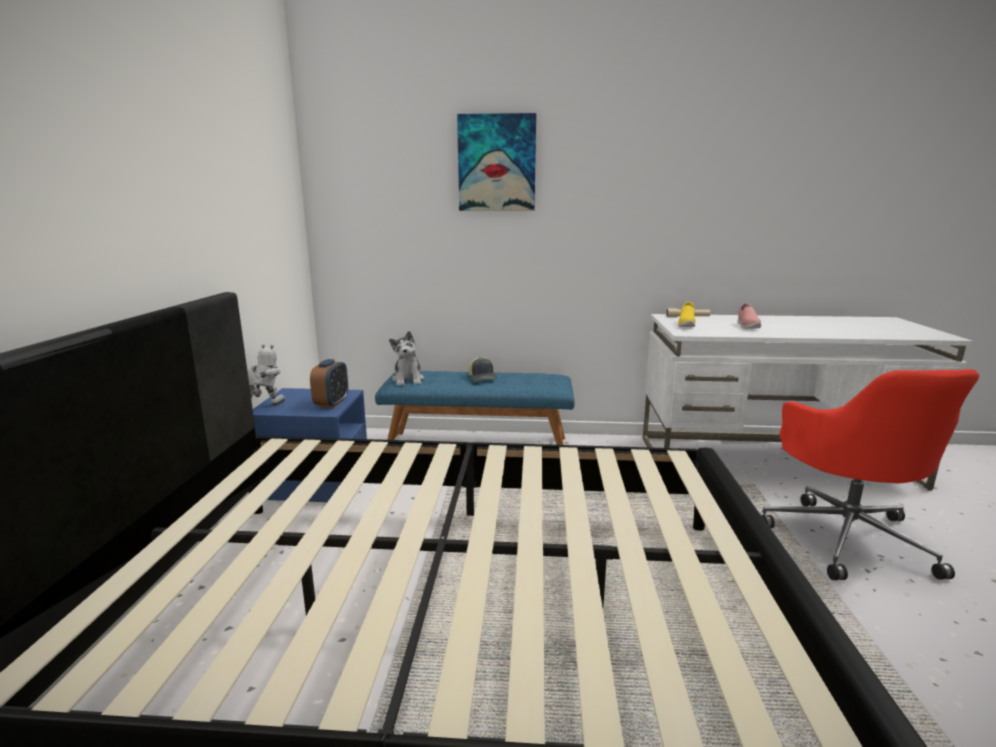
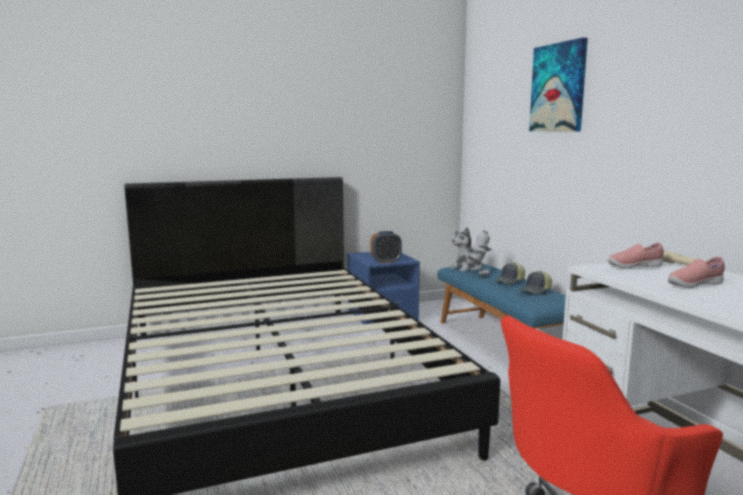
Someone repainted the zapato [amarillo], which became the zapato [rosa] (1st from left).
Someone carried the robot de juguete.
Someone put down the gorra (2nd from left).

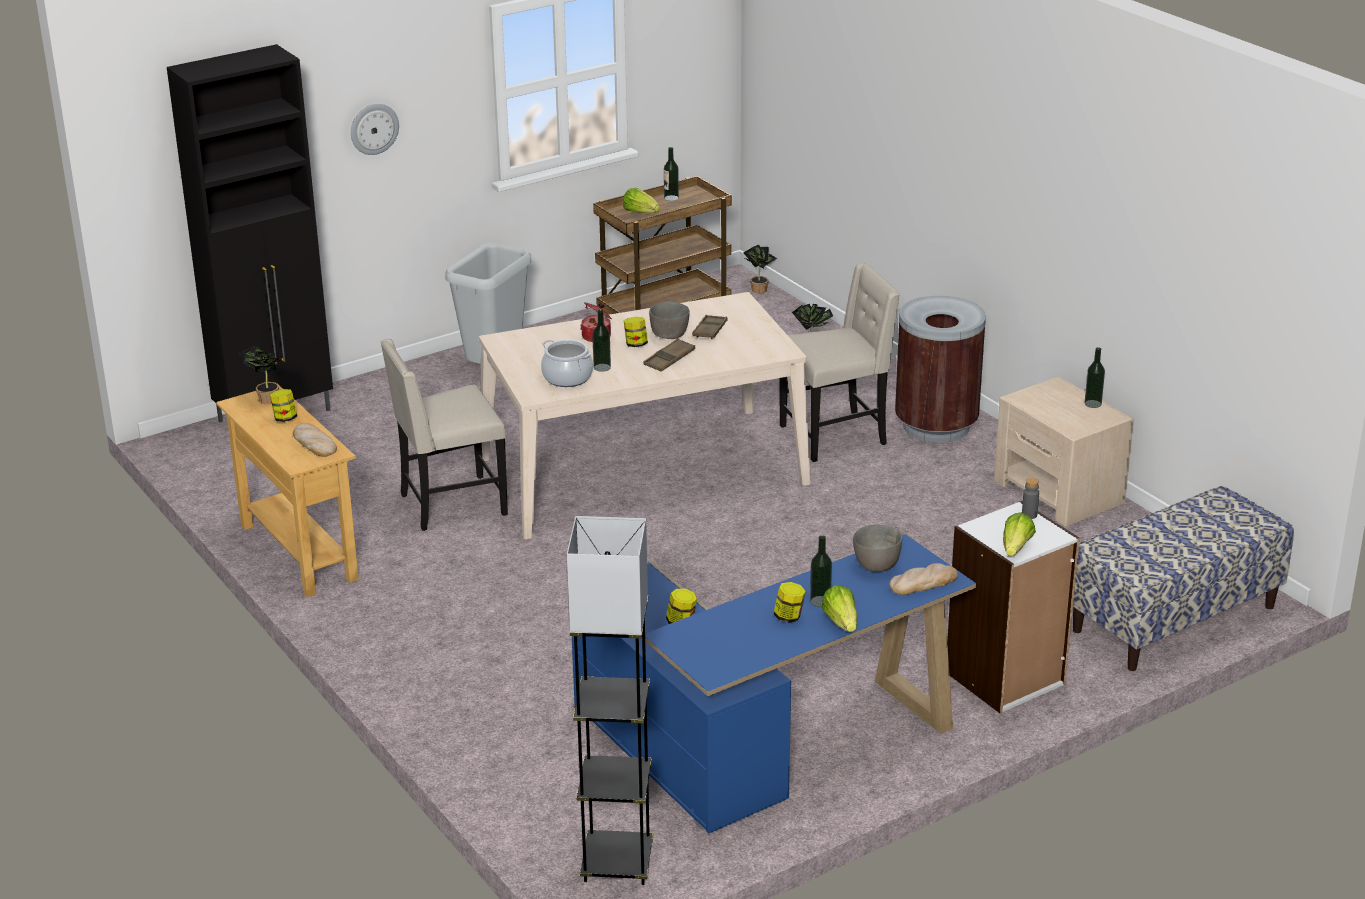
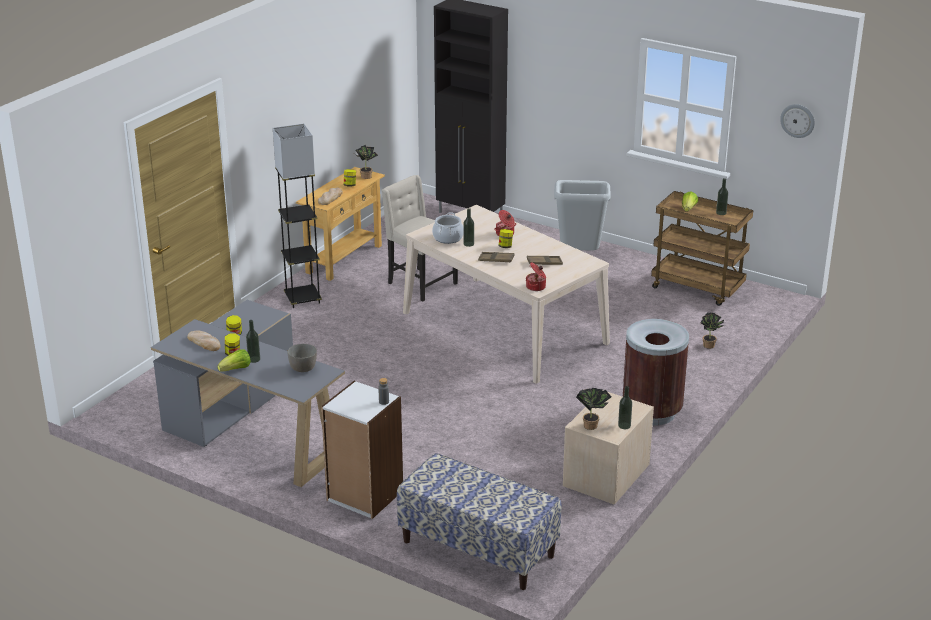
Someone carried the reloj de pared.
Someone carried the planta en maceta (2nd from left).
Someone took away the silla [beis] (2nd from left).
Someone took away the cuenco [gris] (1st from left).
Someone took away the lechuga (3rd from left).
Someone carried the lámpara de pie [gris].
Someone repainted the escritorio [azul], which became the escritorio [gris].
Someone carried the pan (2nd from left in the first image).
Someone put down the olla (3rd from left).

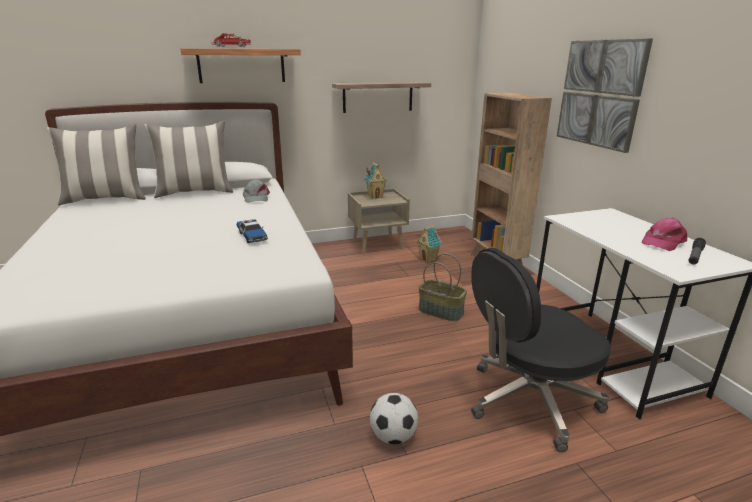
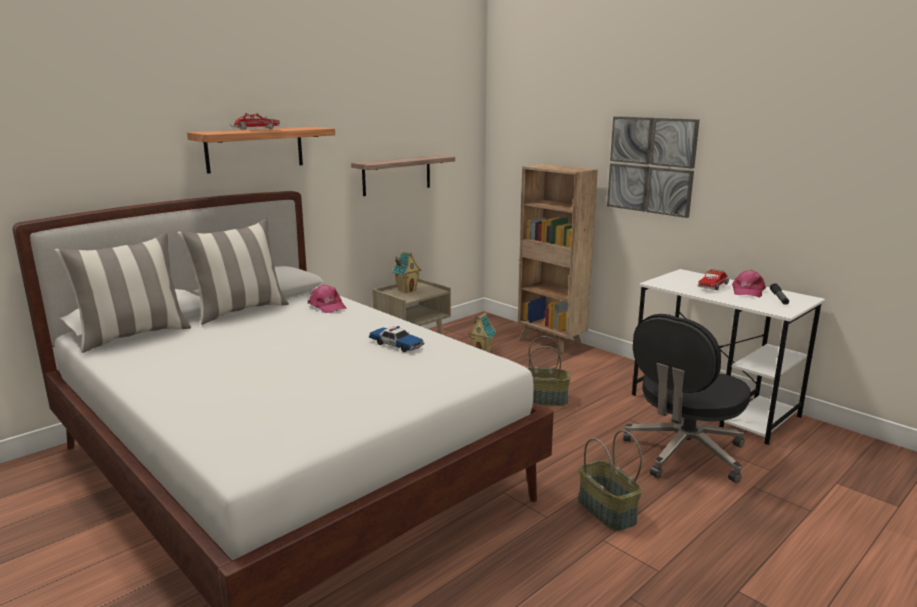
Someone repainted the gorra [gris], which became the gorra [rosa] (1st from left).
Someone swapped the balón de fútbol for the cesta (2nd from left).
Someone put down the camión de juguete (2nd from left).

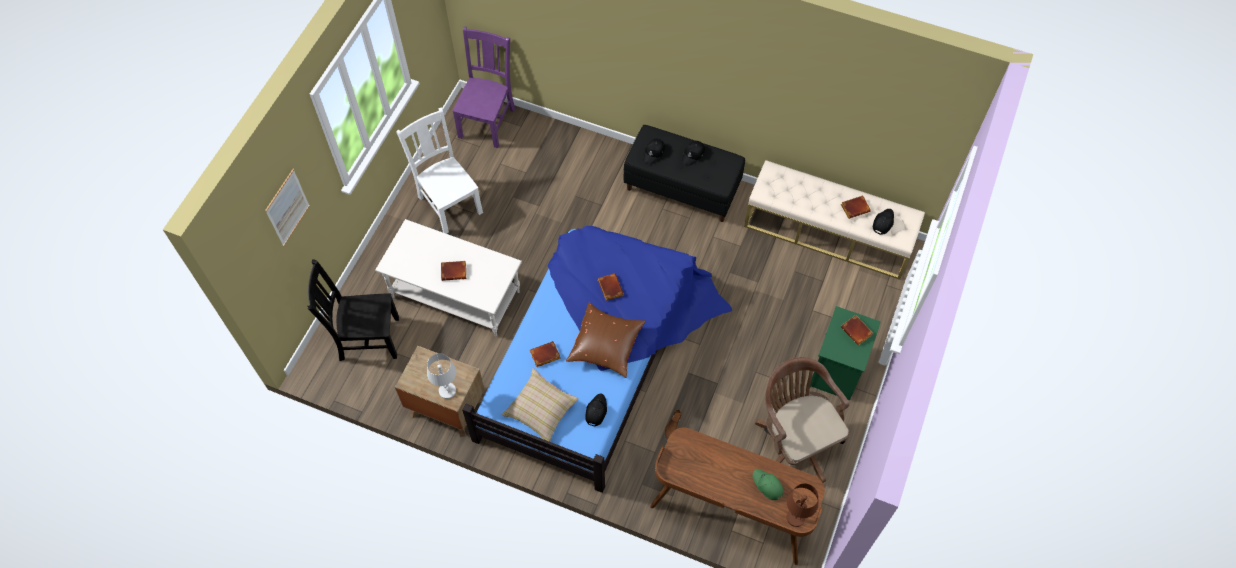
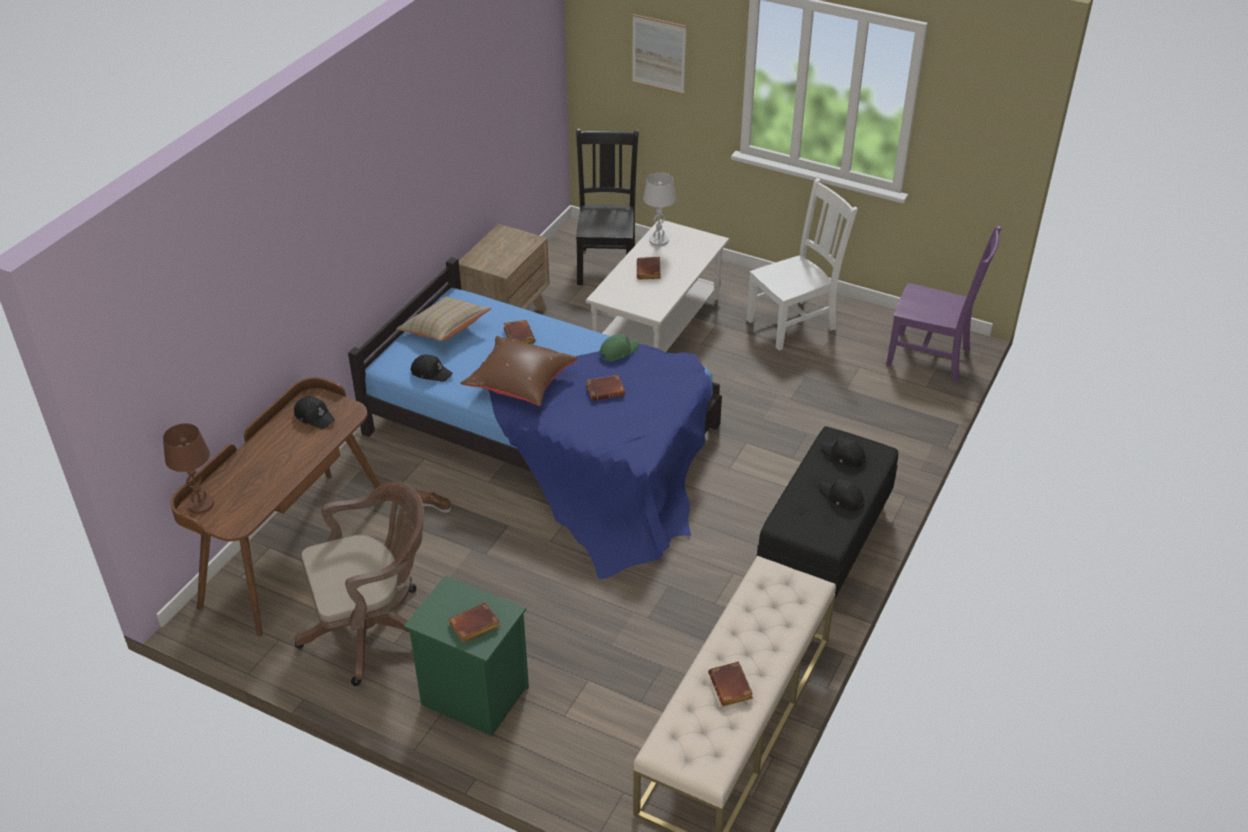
Someone carried the gorra [negro] (4th from left in the first image).
Someone carried the lámpara de mesa [blanco].
Someone carried the gorra [verde].

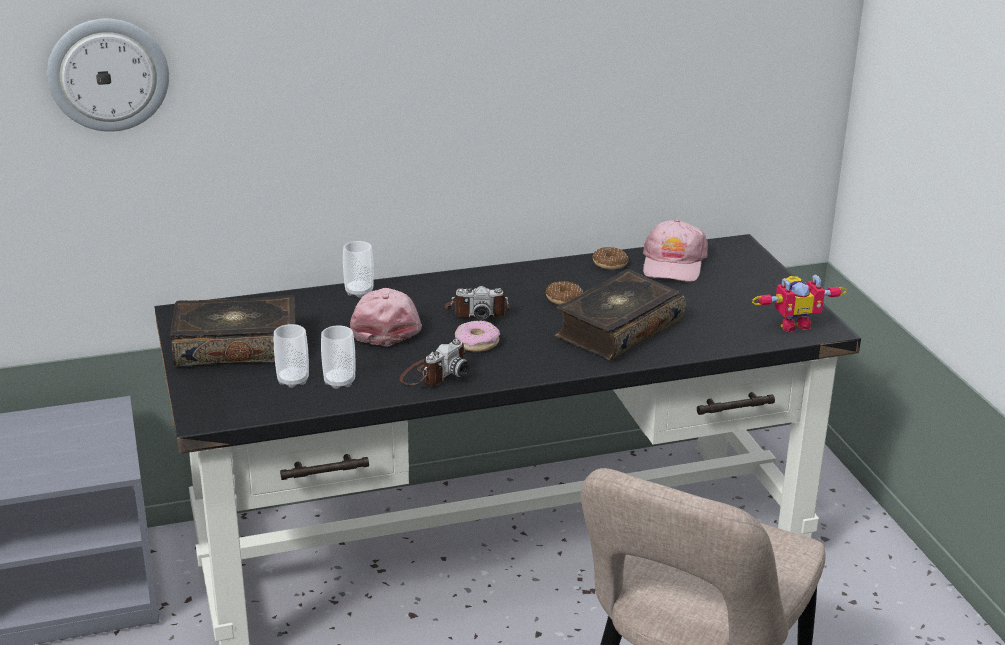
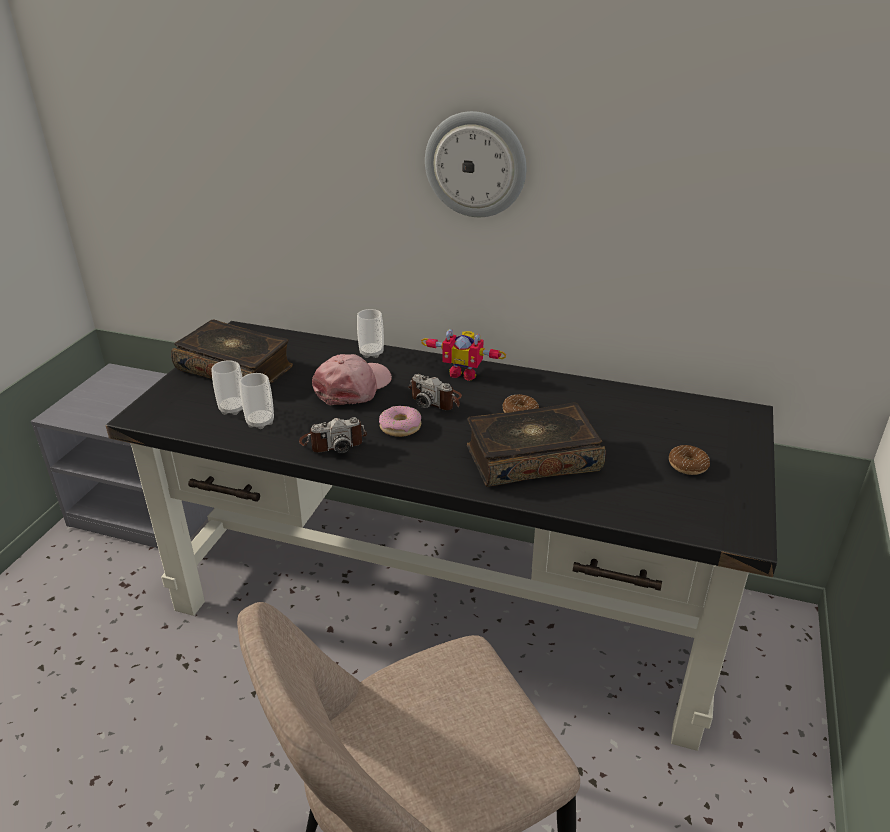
Someone carried the reloj de pared.
Someone took away the gorra [rosa] (2nd from left).
Someone carried the rosquilla (3rd from left).
Someone carried the robot de juguete.

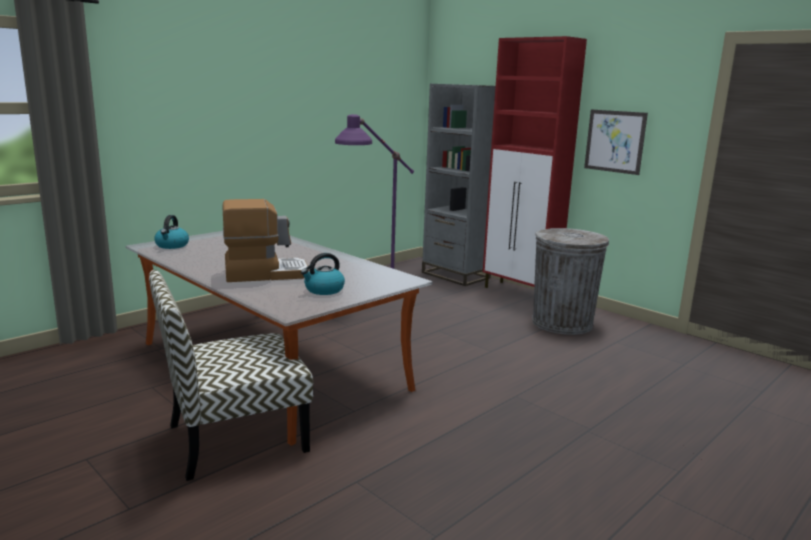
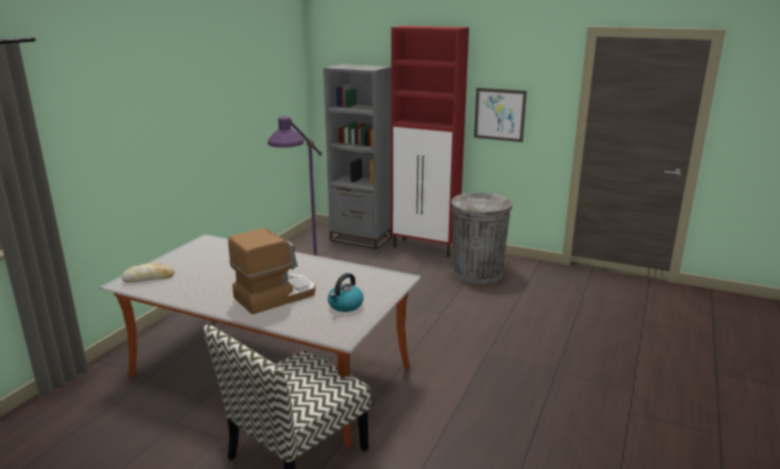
Someone swapped the hervidor (1st from left) for the pan.

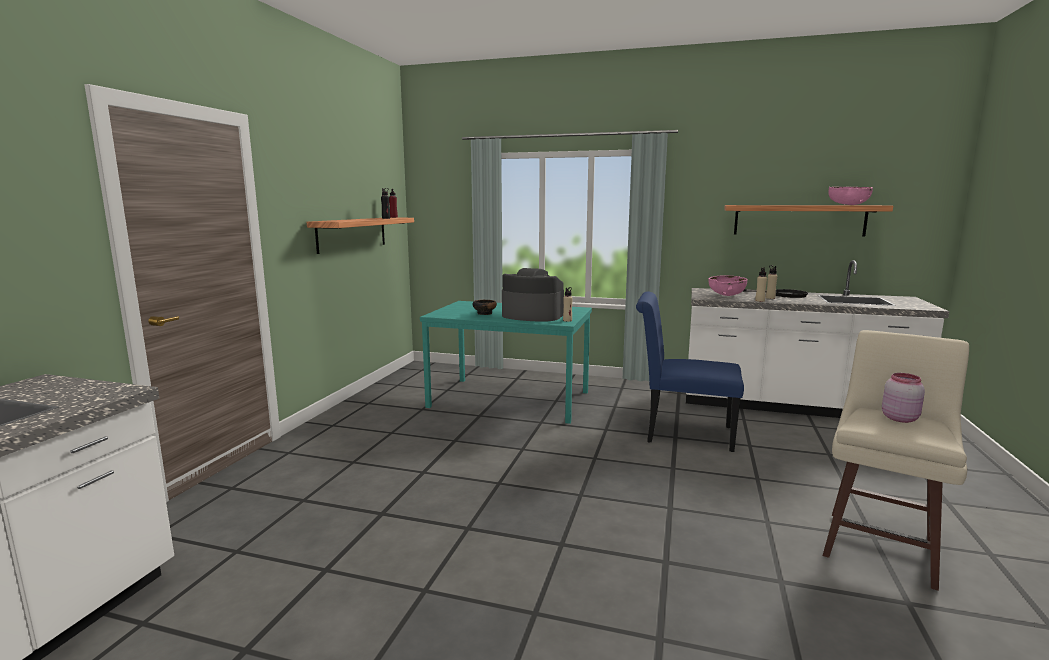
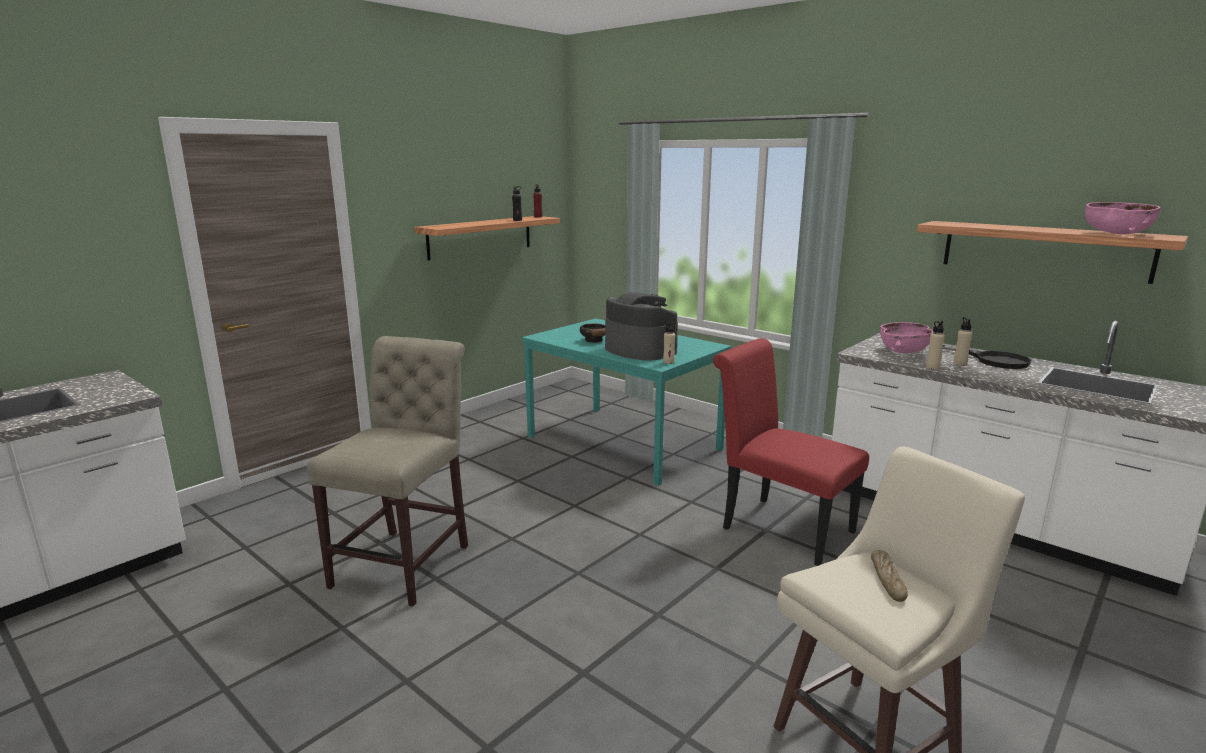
Someone repainted the silla [azul], which became the silla [rojo].
Someone swapped the tarro [rosa] for the pan.
Someone put down the silla [beis].

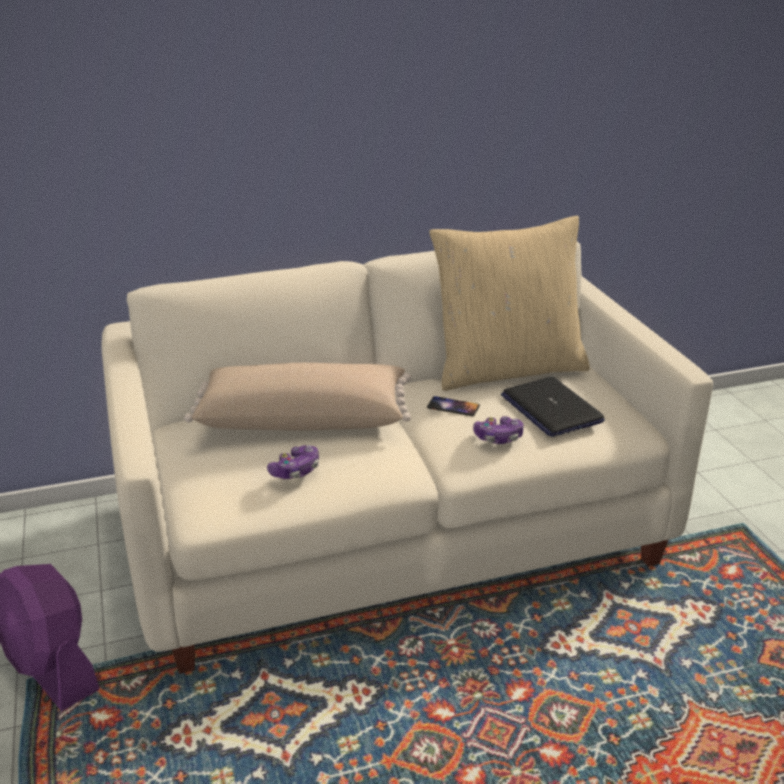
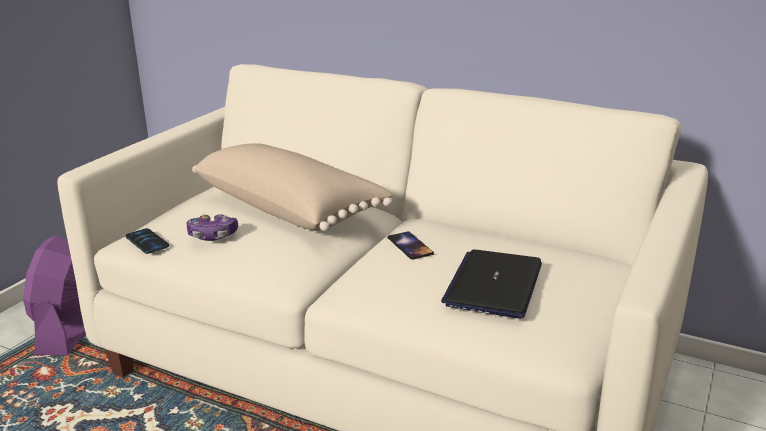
Someone took away the cojín [beis] (2nd from left).
Someone took away the mando de consola (2nd from left).
Someone put down the móvil (1st from left).

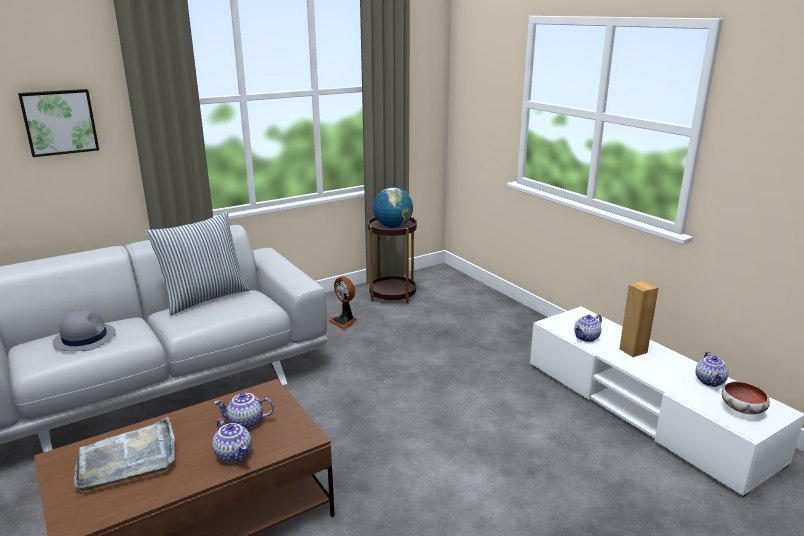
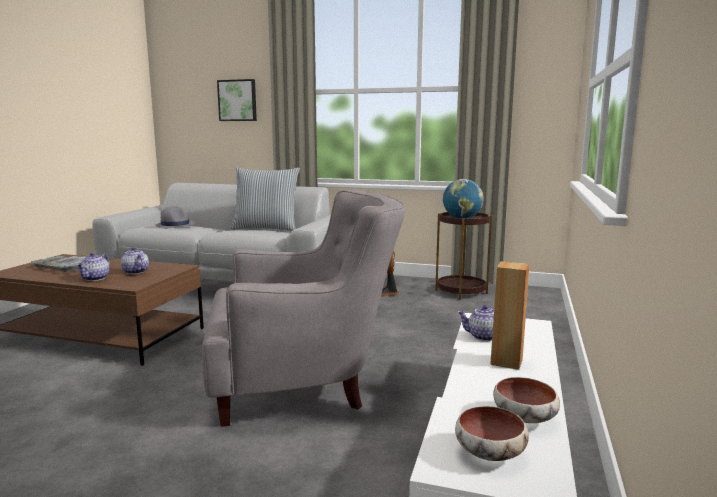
Someone swapped the tetera (4th from left) for the cuenco (2nd from left).
Someone put down the sillón [gris].

